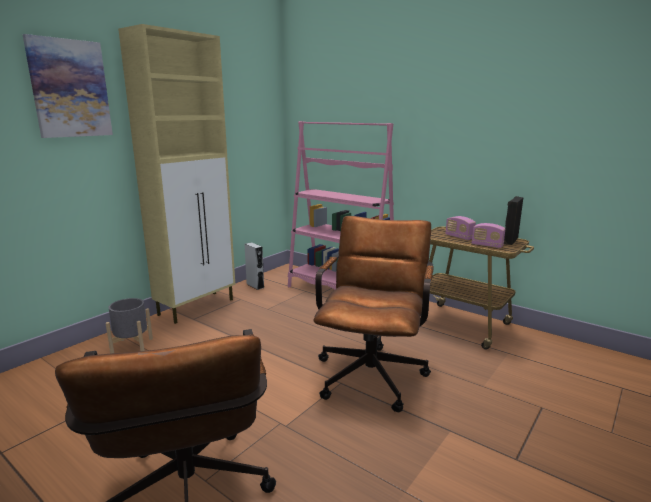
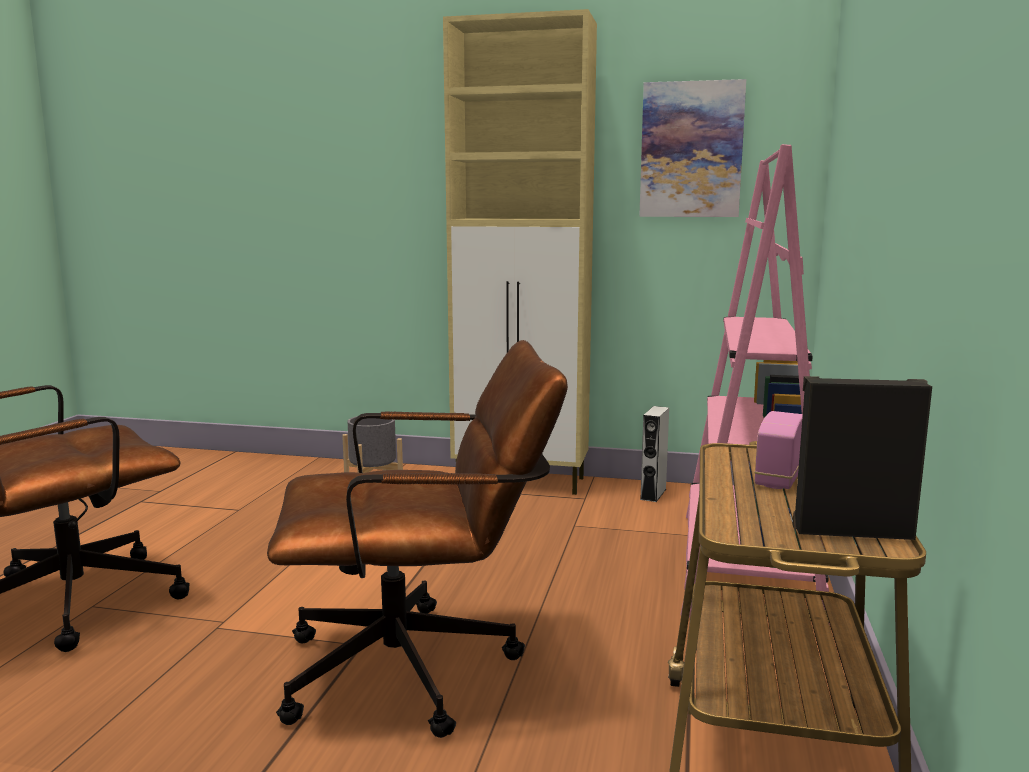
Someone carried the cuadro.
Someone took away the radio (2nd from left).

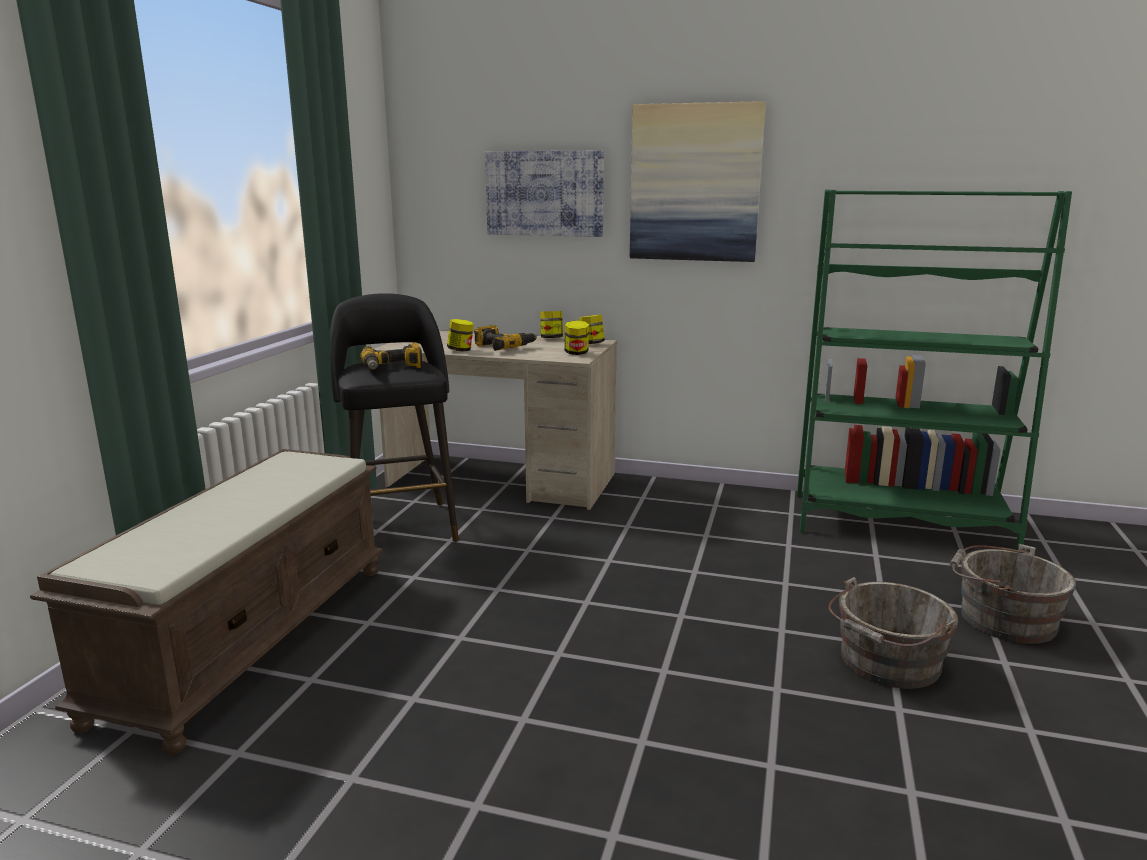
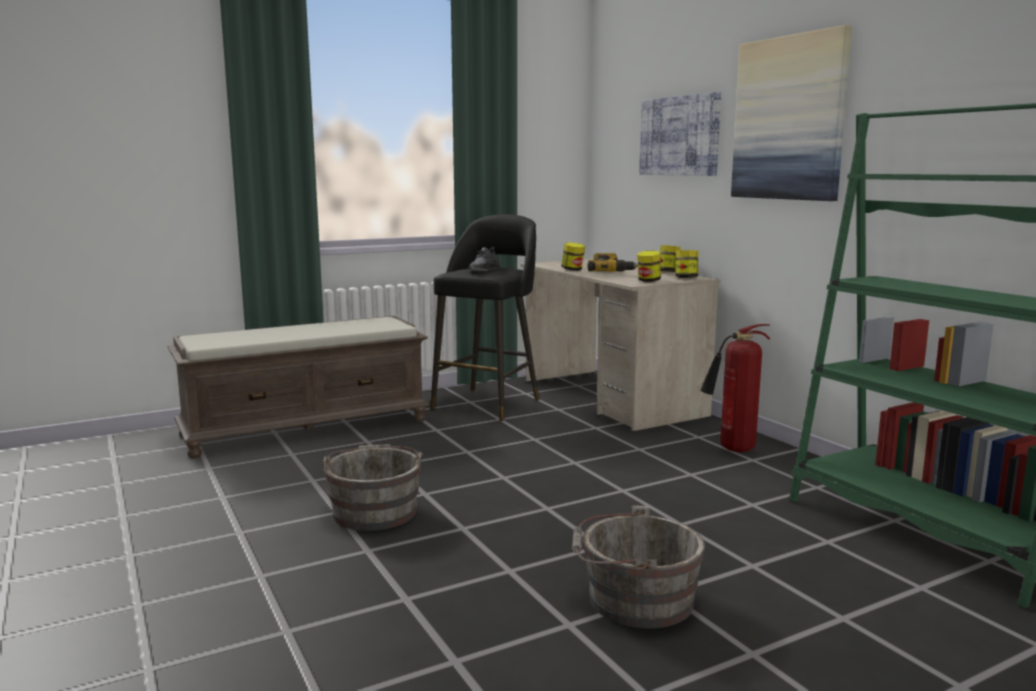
Someone swapped the taladro (1st from left) for the zapato [gris].
Someone carried the cubo [gris] (2nd from left in the first image).
Someone put down the extintor.

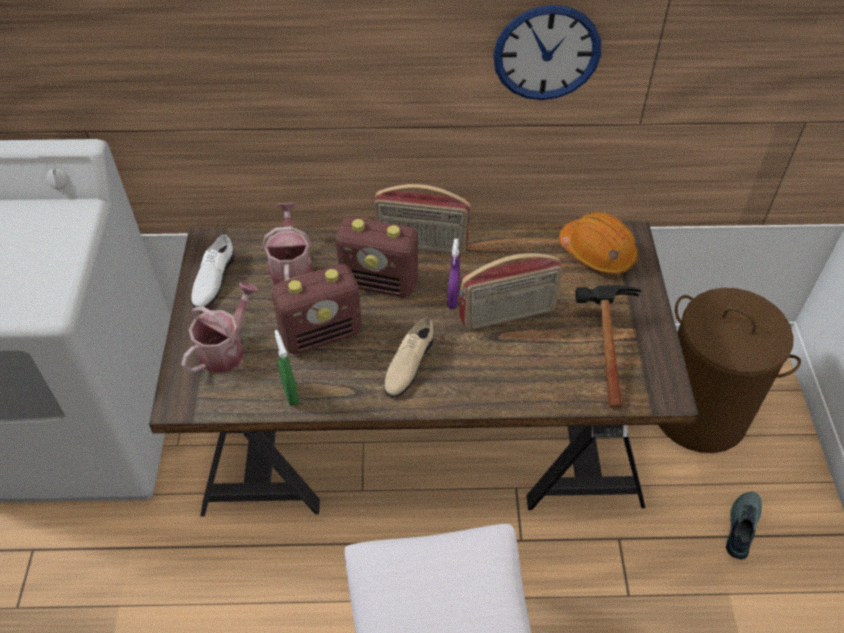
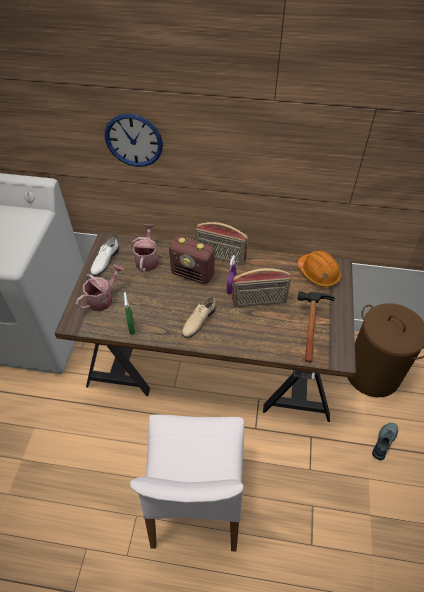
Someone carried the reloj de pared.
Someone took away the radio (1st from left).

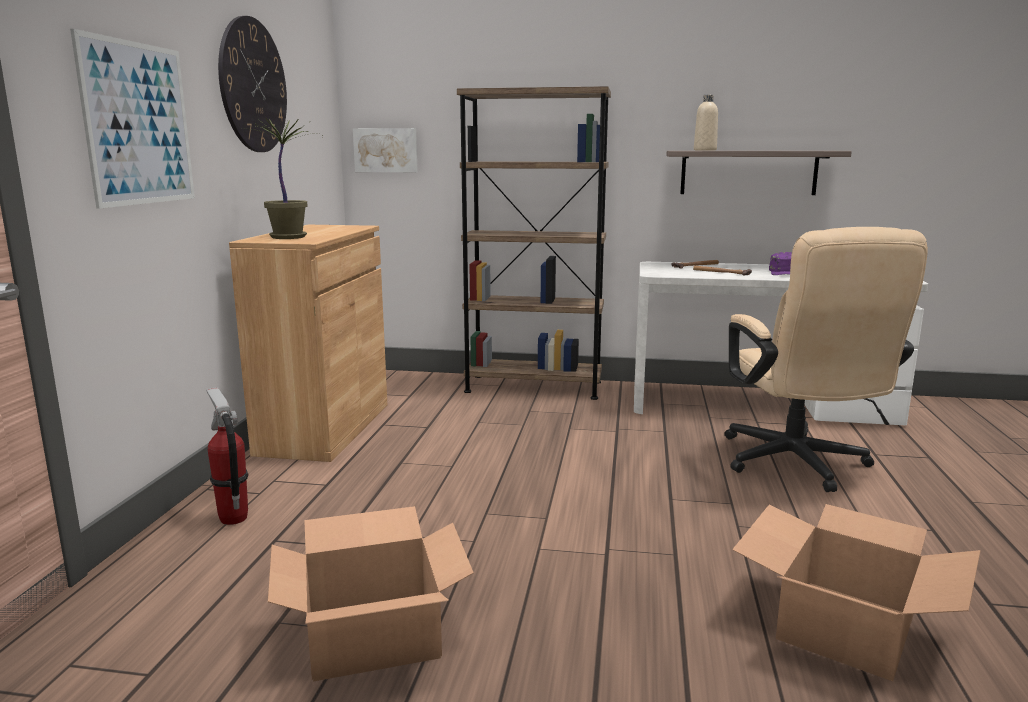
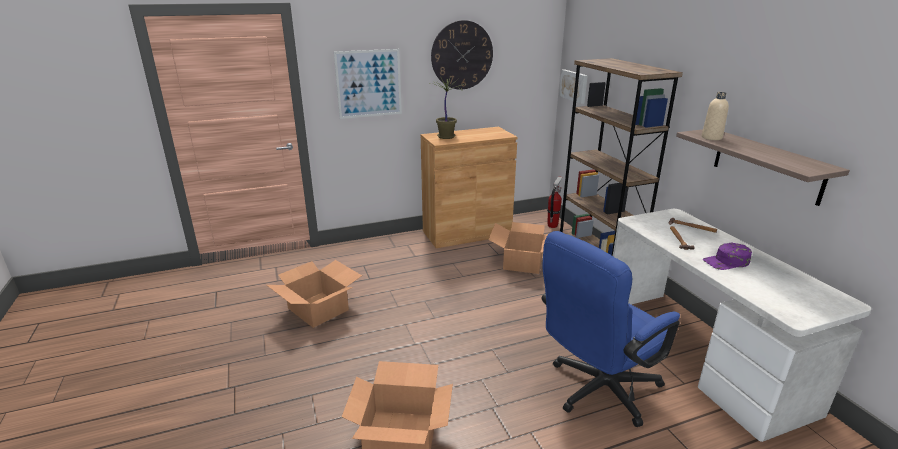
Someone repainted the silla de oficina [beis], which became the silla de oficina [azul].
Someone carried the extintor.
Someone put down the caja de cartón (3rd from left).

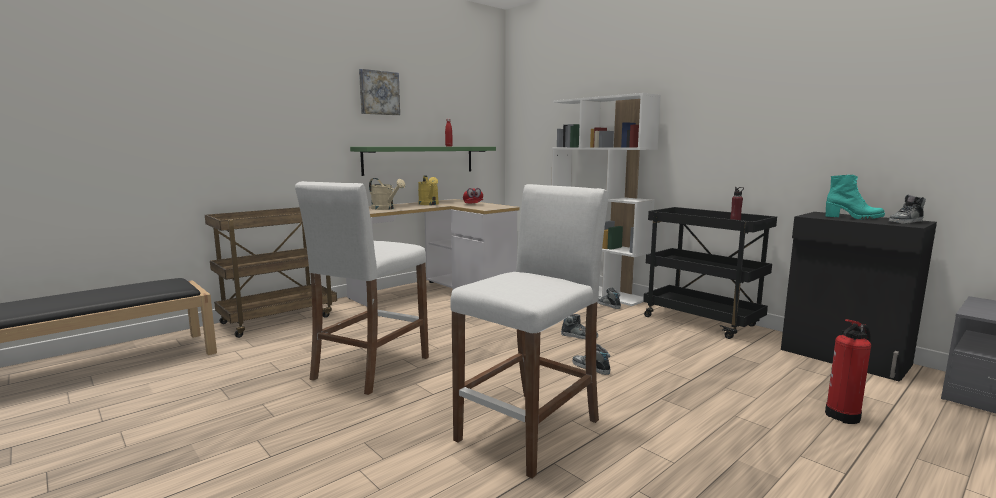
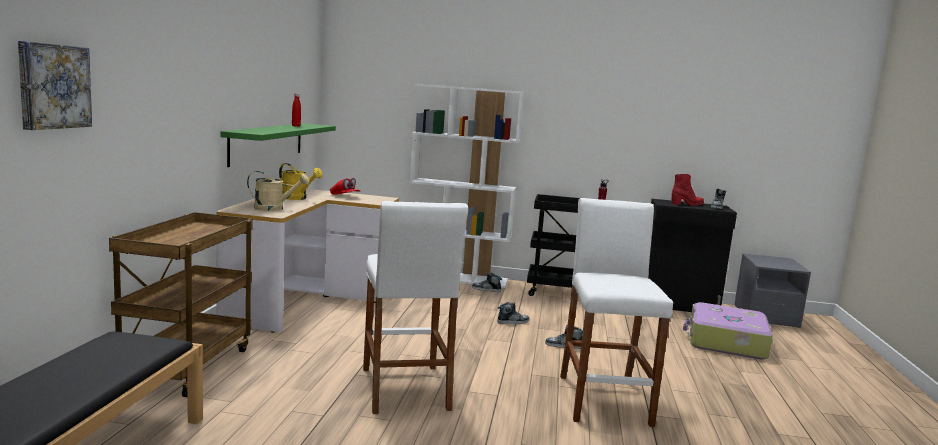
Someone carried the cuadro.
Someone repainted the bota [turquesa], which became the bota [rojo].
Someone swapped the extintor for the maleta.

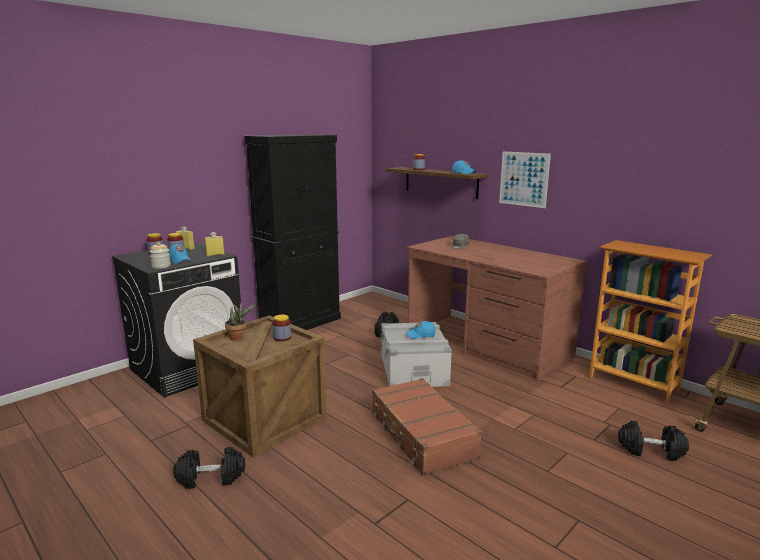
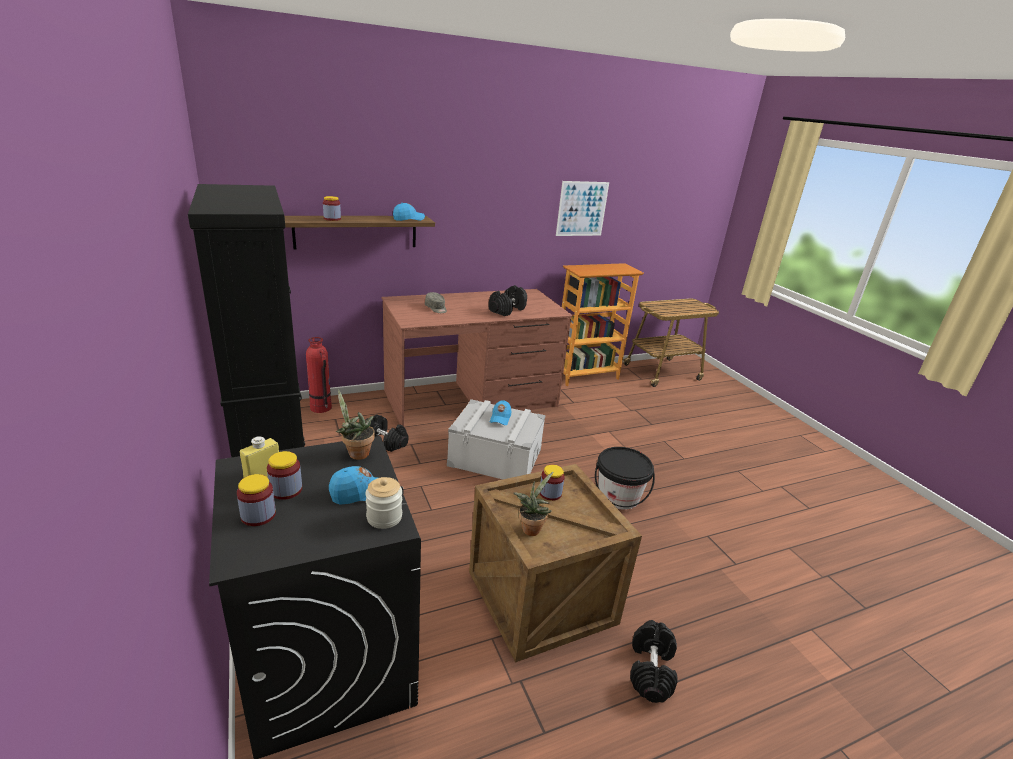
Someone carried the cuadro.
Someone swapped the botella [amarillo] (2nd from left) for the planta en maceta (1st from left).
Someone swapped the maleta [marrón] for the cubo [negro].
Someone carried the mancuerna [negro] (3rd from left in the first image).
Someone put down the extintor.

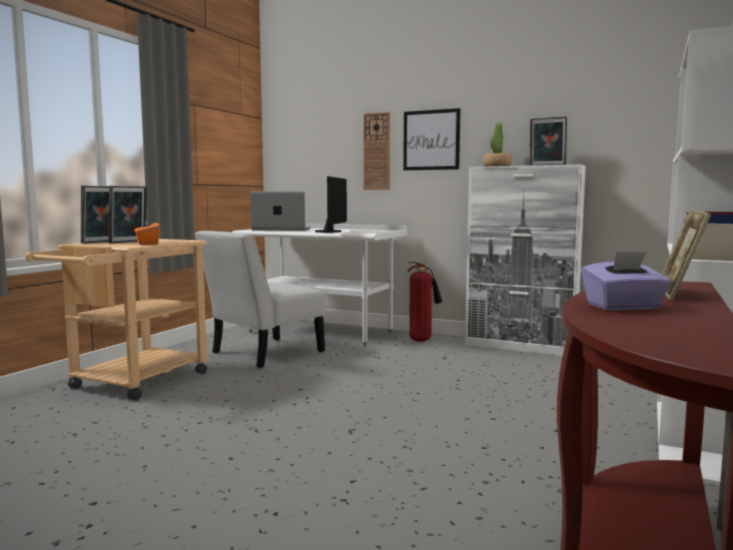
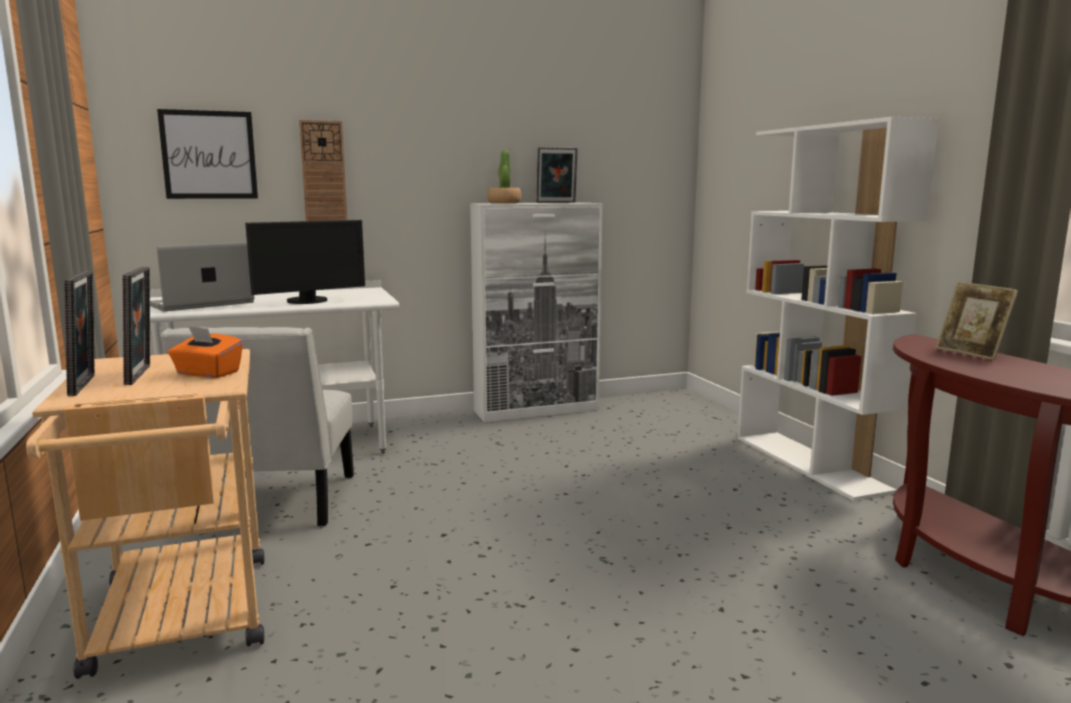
Someone carried the cuadro.
Someone rotated the monitor by 90 degrees clockwise.
Someone took away the caja de pañuelos [morado].
Someone took away the extintor.

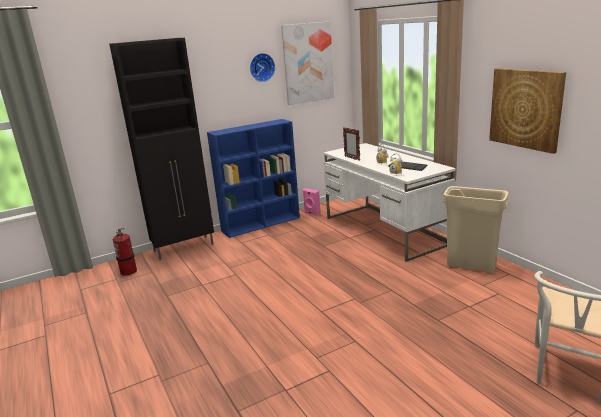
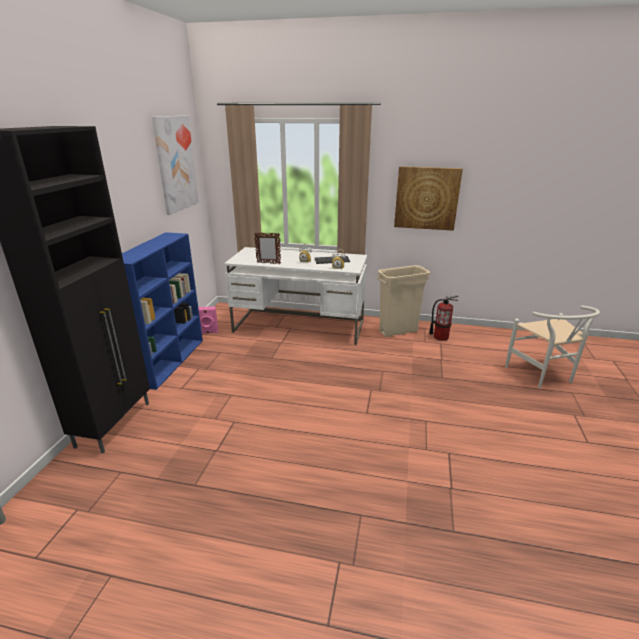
Someone took away the reloj de pared.
Someone carried the extintor.

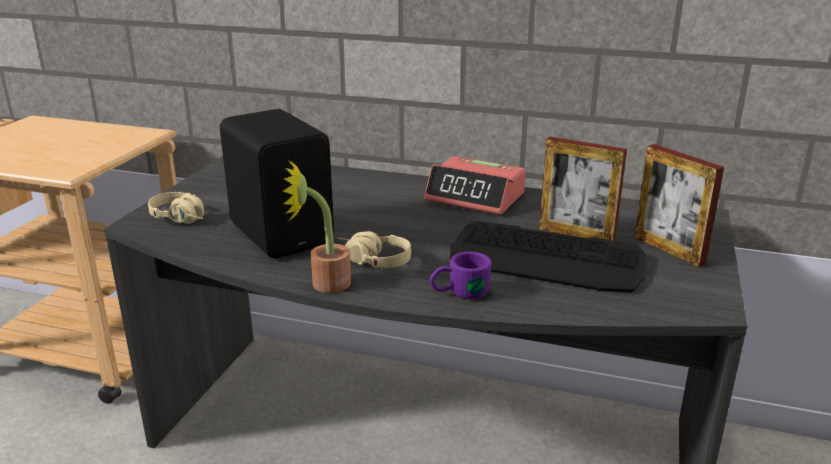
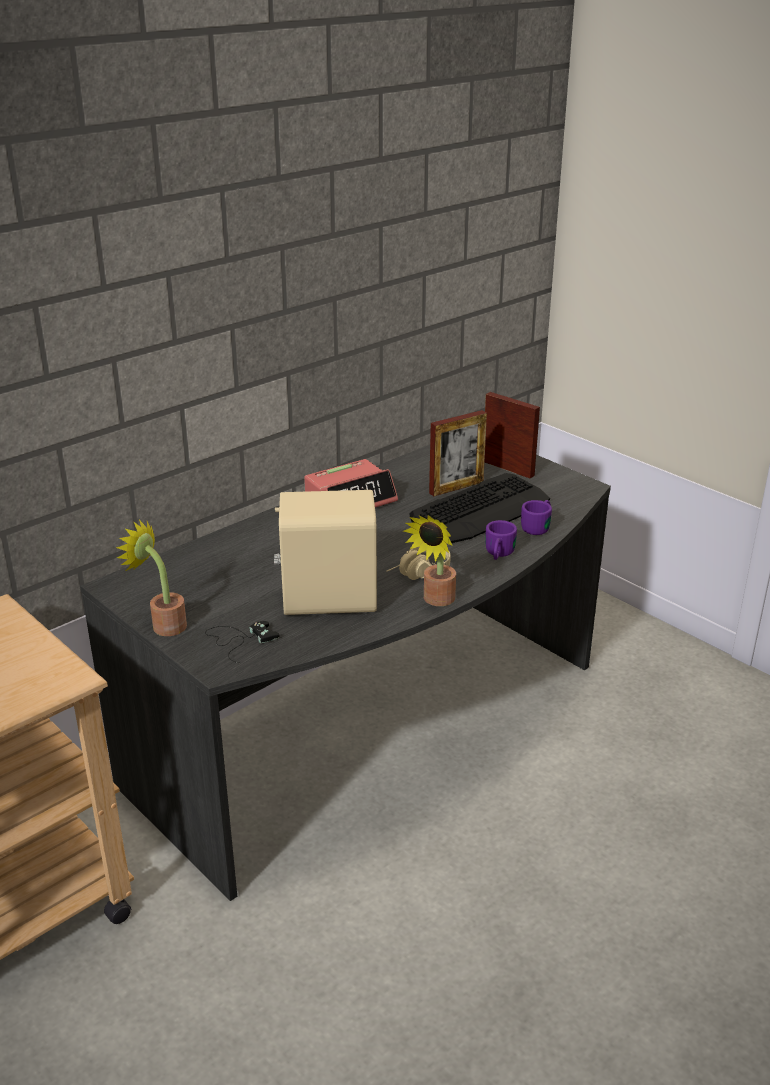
Someone repainted the altavoz [negro], which became the altavoz [beis].
Someone rotated the portarretratos (2nd from left) by 135 degrees counterclockwise.
Someone swapped the auriculares [beis] (1st from left) for the mando de consola [negro].
Someone put down the taza grande [morado] (2nd from left).
Someone put down the planta en maceta (1st from left).

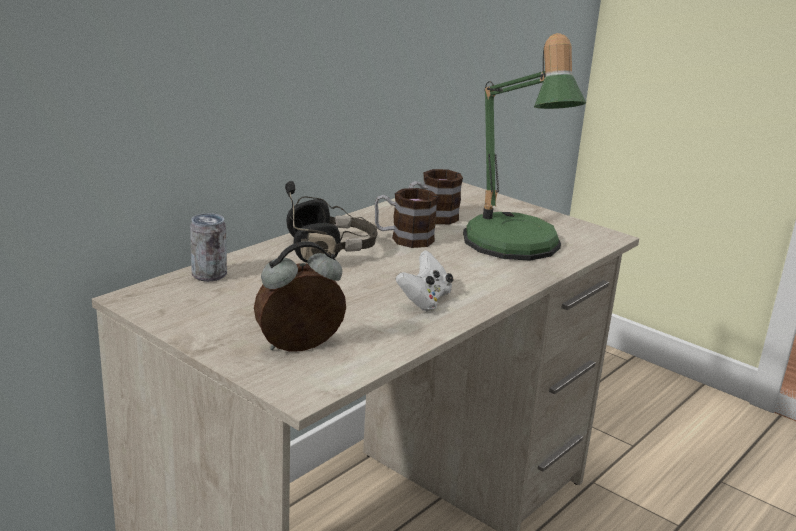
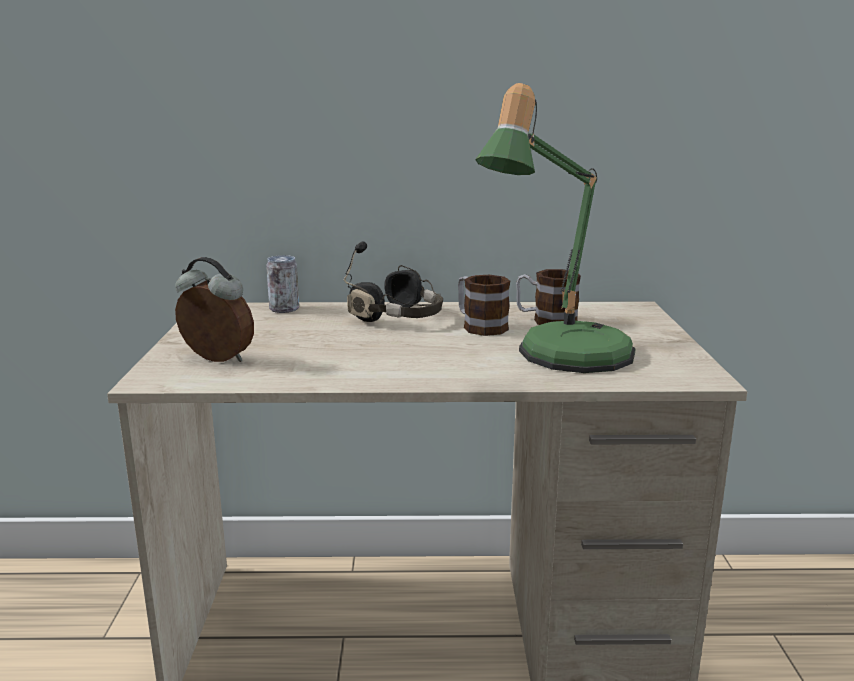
Someone took away the mando de consola [blanco].

